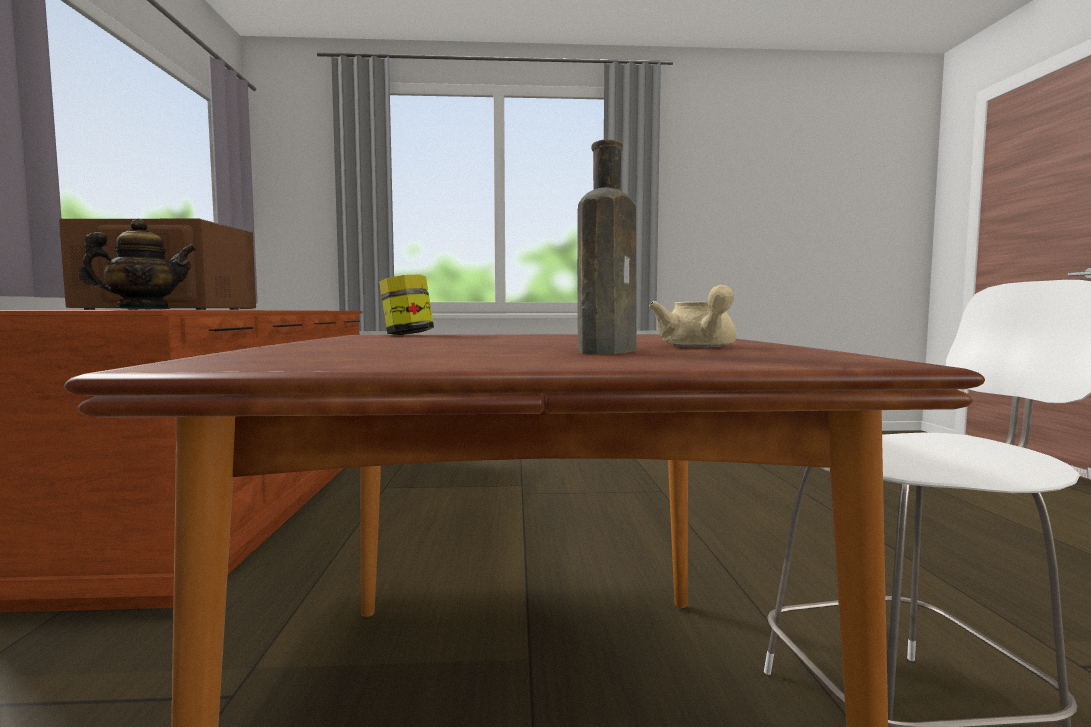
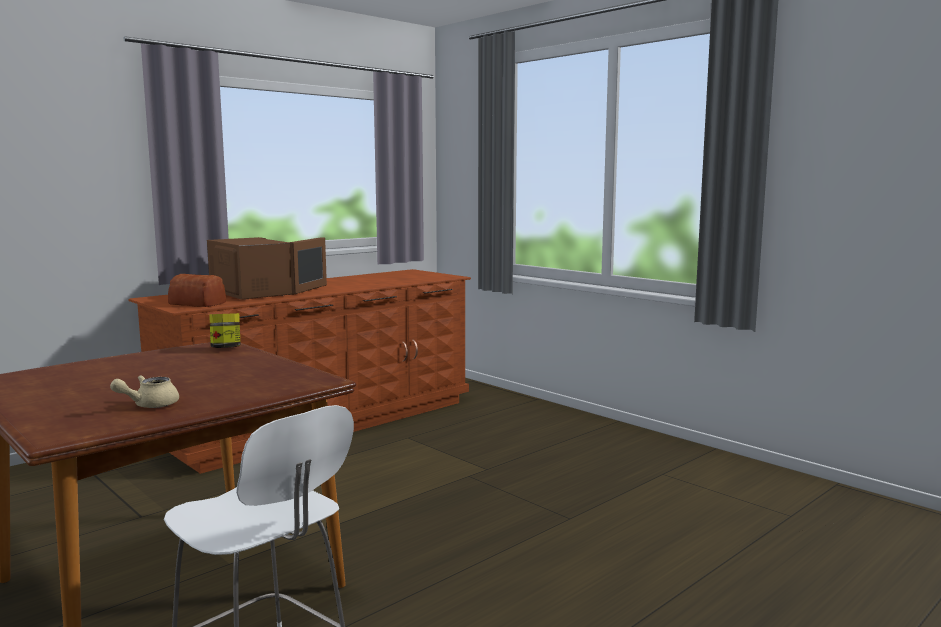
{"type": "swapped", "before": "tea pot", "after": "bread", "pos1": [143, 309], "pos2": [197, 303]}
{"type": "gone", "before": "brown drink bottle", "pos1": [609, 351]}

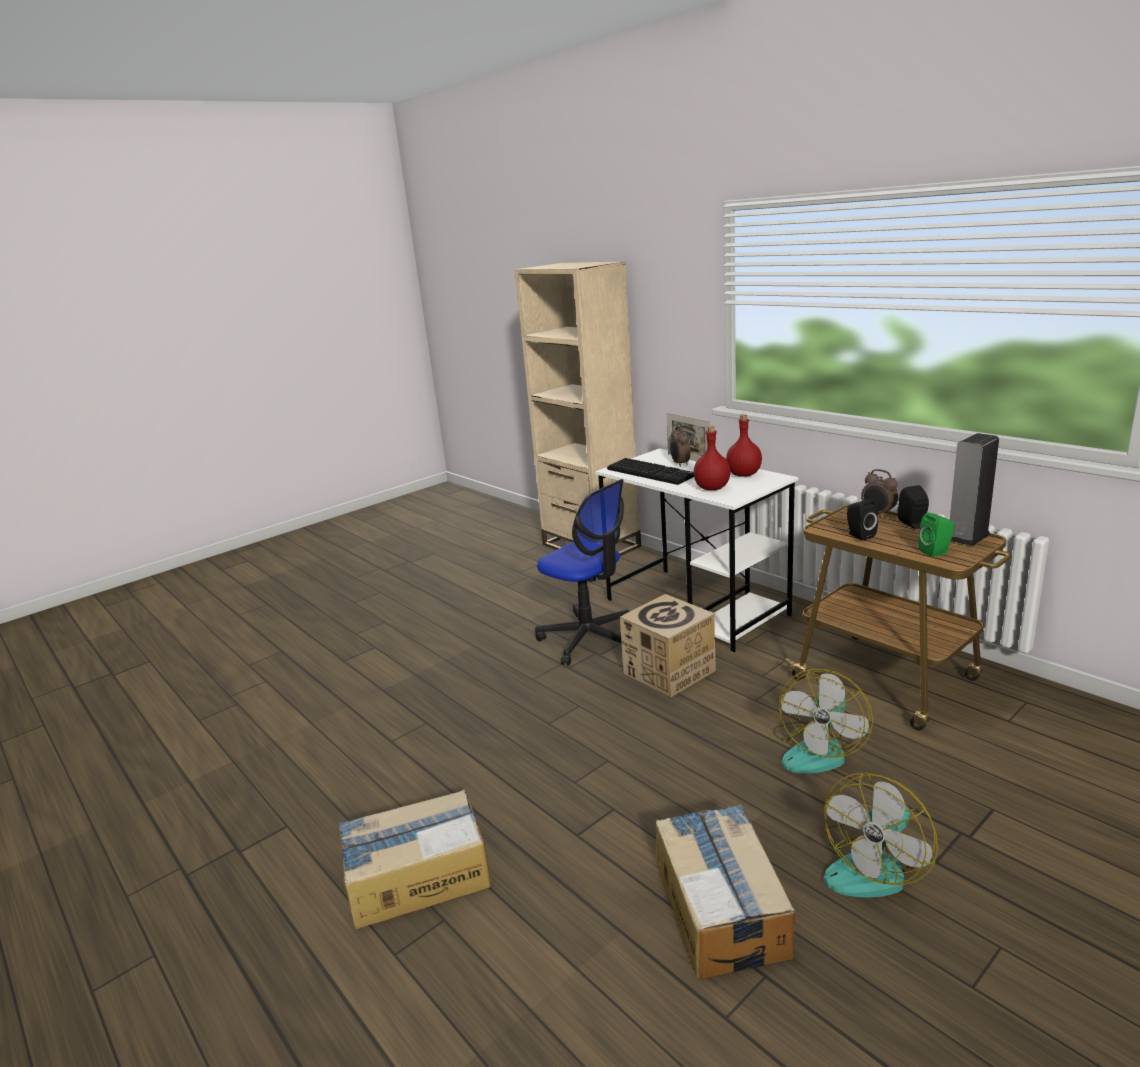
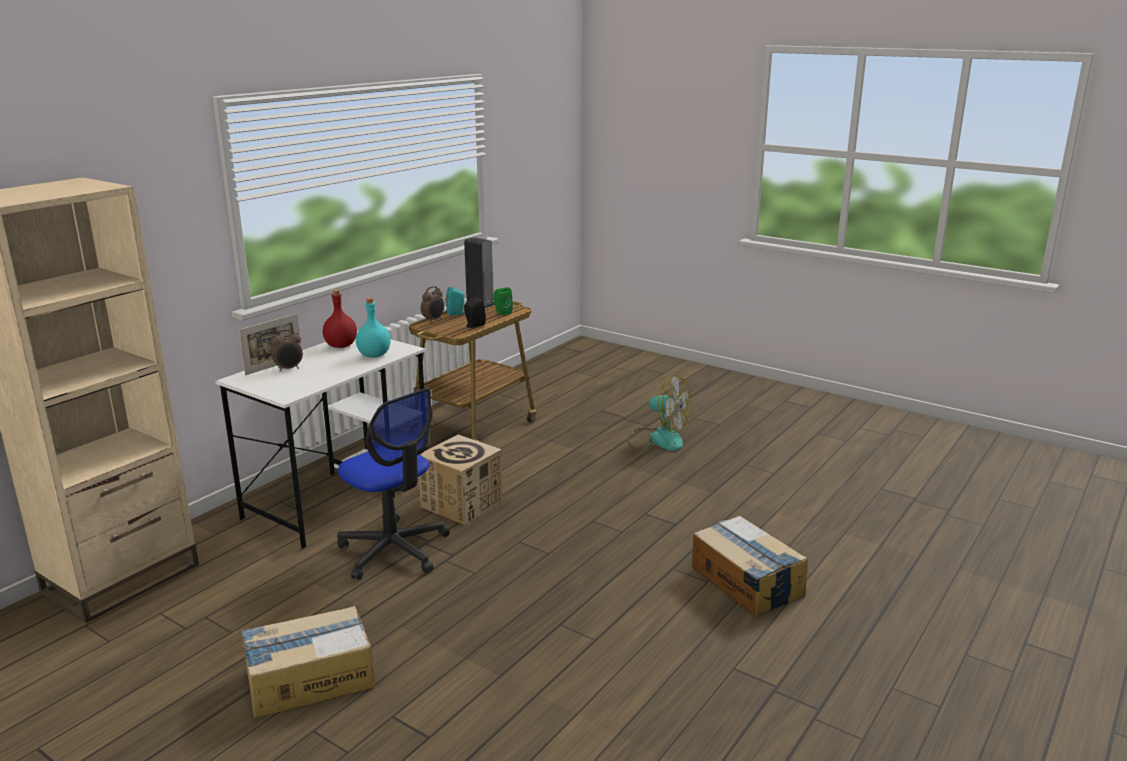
{"type": "shifted", "before": "cardboard box", "pos1": [721, 907], "pos2": [308, 678]}
{"type": "rotated", "before": "office chair", "pos1": [589, 638], "pos2": [394, 550], "turn": 105}
{"type": "repainted", "before": "red drink bottle", "after": "turquoise-coloured drink bottle", "pos1": [712, 488], "pos2": [373, 355]}
{"type": "repainted", "before": "black loudspeaker", "after": "turquoise-coloured loudspeaker", "pos1": [913, 524], "pos2": [456, 313]}
{"type": "gone", "before": "PC keyboard", "pos1": [652, 472]}
{"type": "gone", "before": "electric fan", "pos1": [818, 750]}

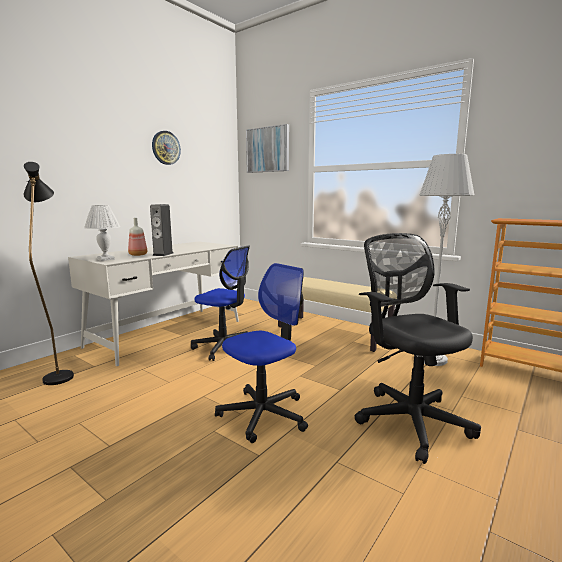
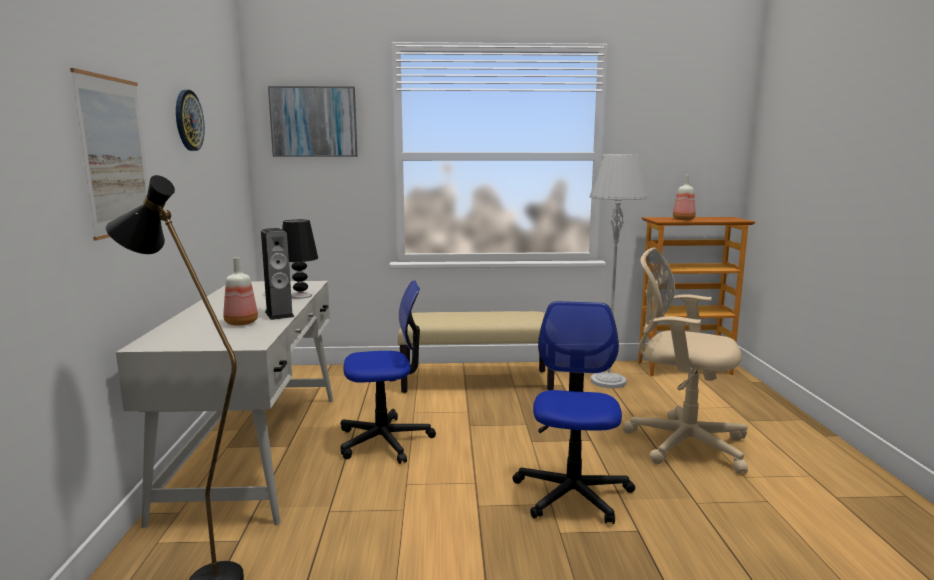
{"type": "new", "after": "wall art", "pos2": [115, 156]}
{"type": "new", "after": "black table lamp", "pos2": [301, 296]}
{"type": "repainted", "before": "black office chair", "after": "beige-coloured office chair", "pos1": [409, 418], "pos2": [681, 443]}
{"type": "new", "after": "drink bottle", "pos2": [683, 219]}
{"type": "gone", "before": "white table lamp", "pos1": [105, 259]}

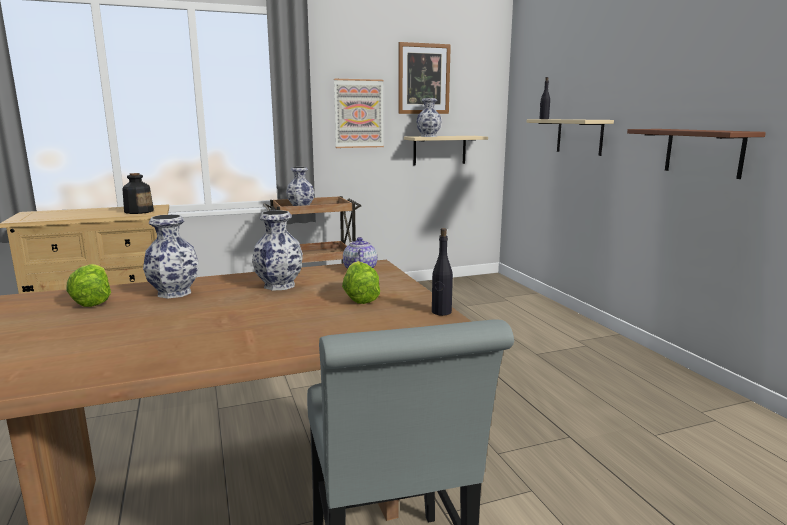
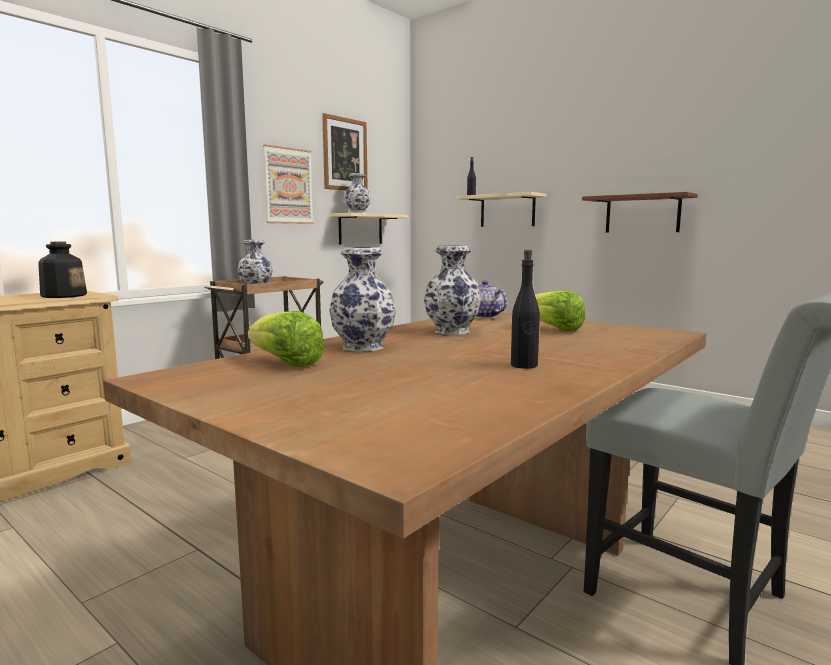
{"type": "shifted", "before": "black drink bottle", "pos1": [441, 312], "pos2": [524, 365]}

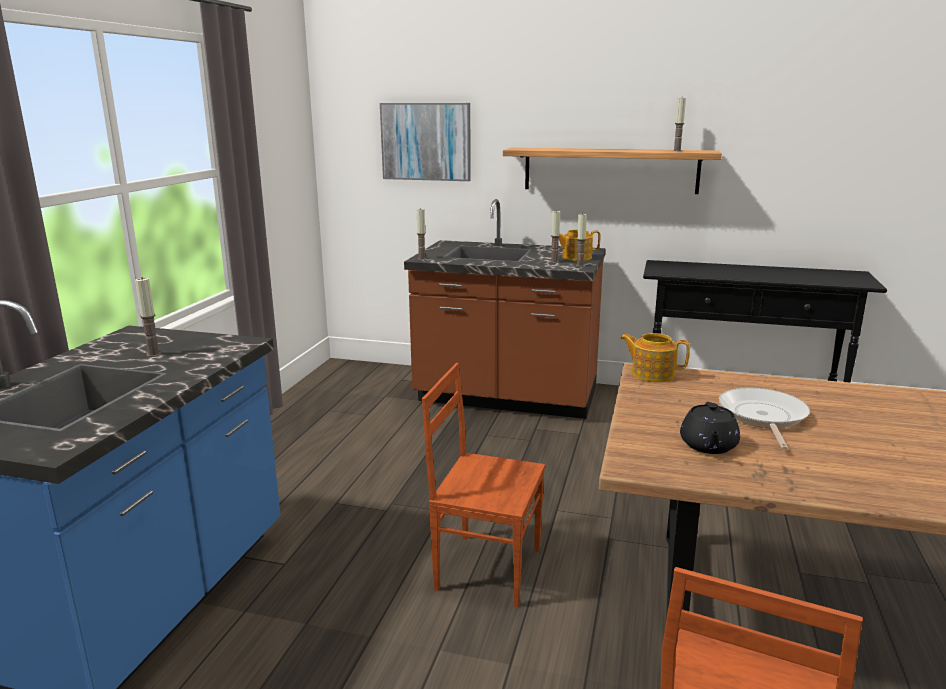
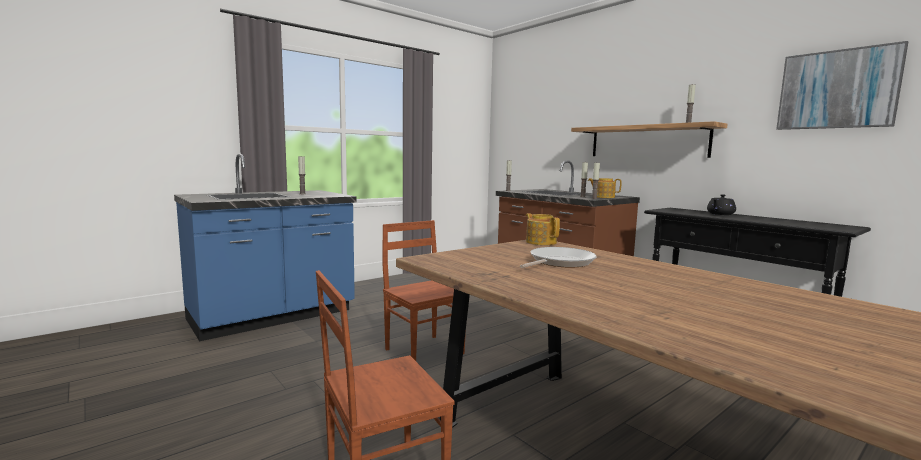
{"type": "shifted", "before": "black tea pot", "pos1": [708, 446], "pos2": [720, 214]}
{"type": "shifted", "before": "wall art", "pos1": [426, 141], "pos2": [837, 89]}

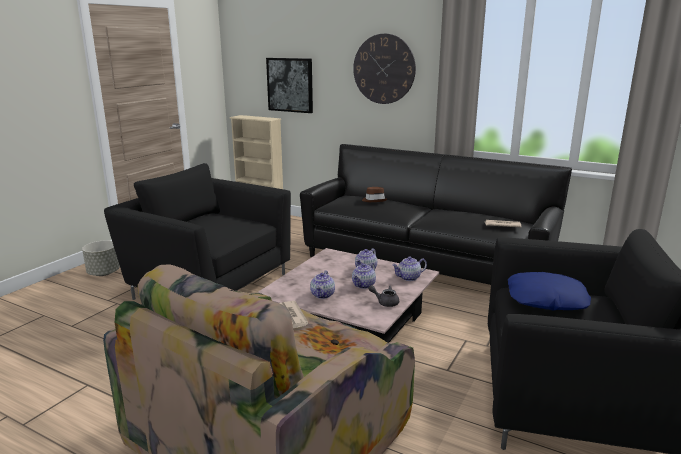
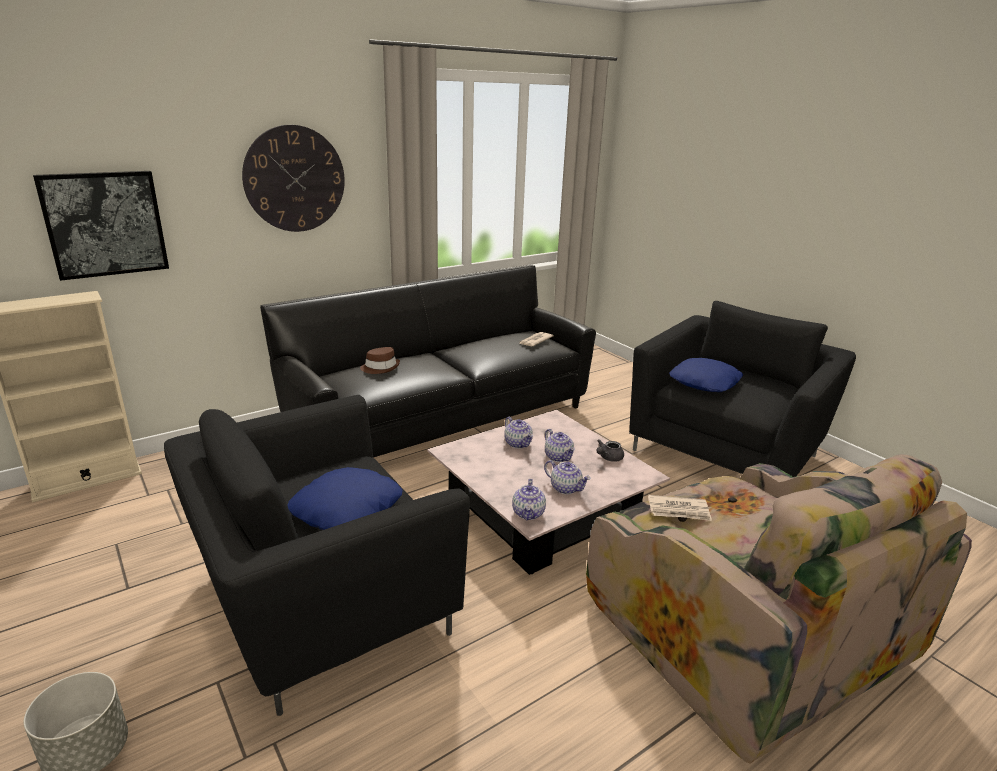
{"type": "new", "after": "blue-coloured cushion", "pos2": [346, 508]}
{"type": "shifted", "before": "tea pot", "pos1": [409, 278], "pos2": [529, 513]}

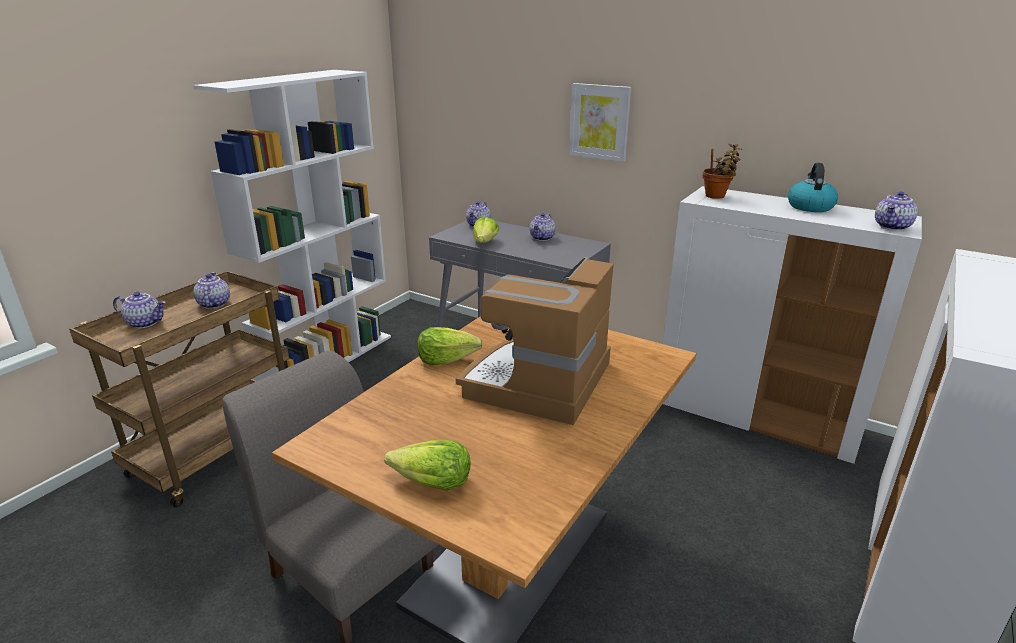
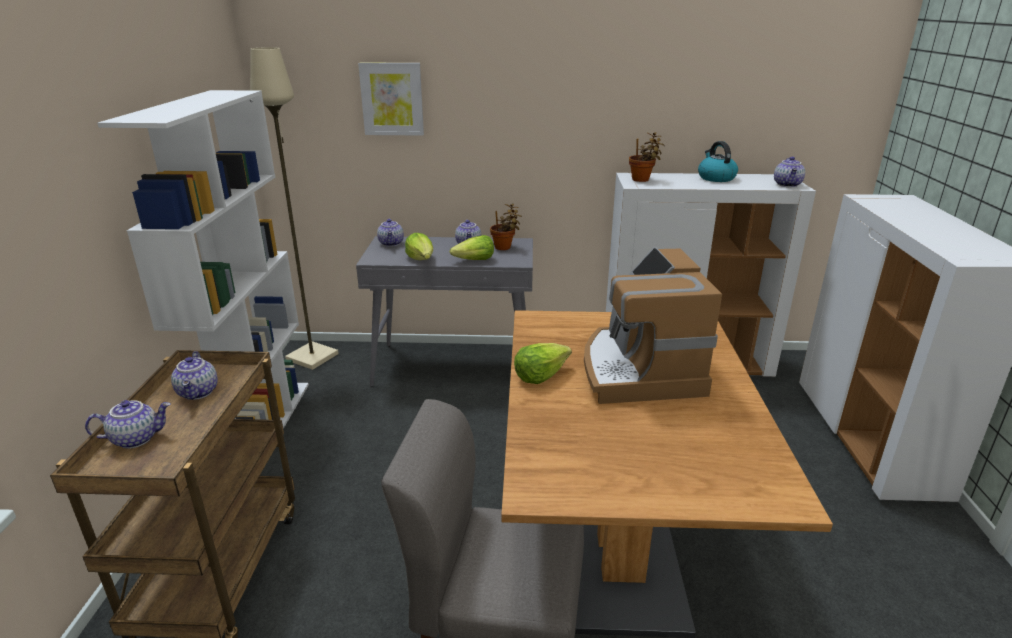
{"type": "rotated", "before": "tea pot", "pos1": [213, 304], "pos2": [199, 392], "turn": -150}
{"type": "new", "after": "beige-coloured standing lamp", "pos2": [313, 357]}
{"type": "shifted", "before": "wall art", "pos1": [599, 122], "pos2": [392, 99]}
{"type": "shifted", "before": "lettuce", "pos1": [432, 483], "pos2": [474, 260]}
{"type": "new", "after": "potted plant", "pos2": [504, 247]}

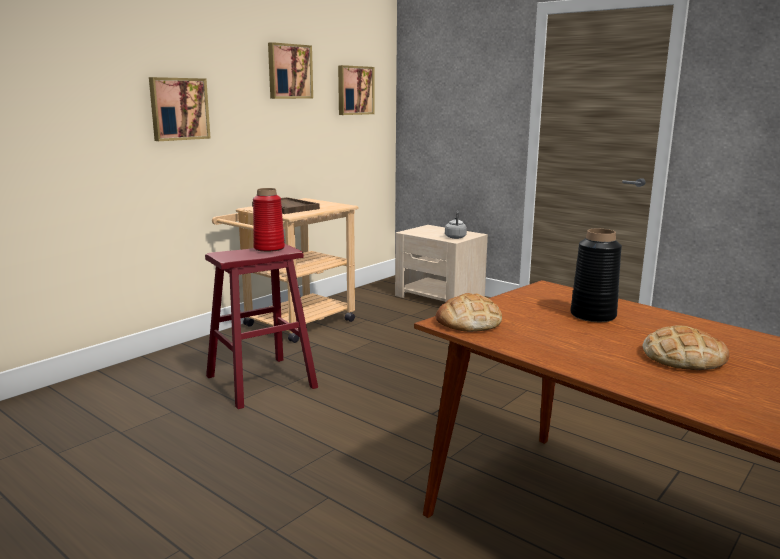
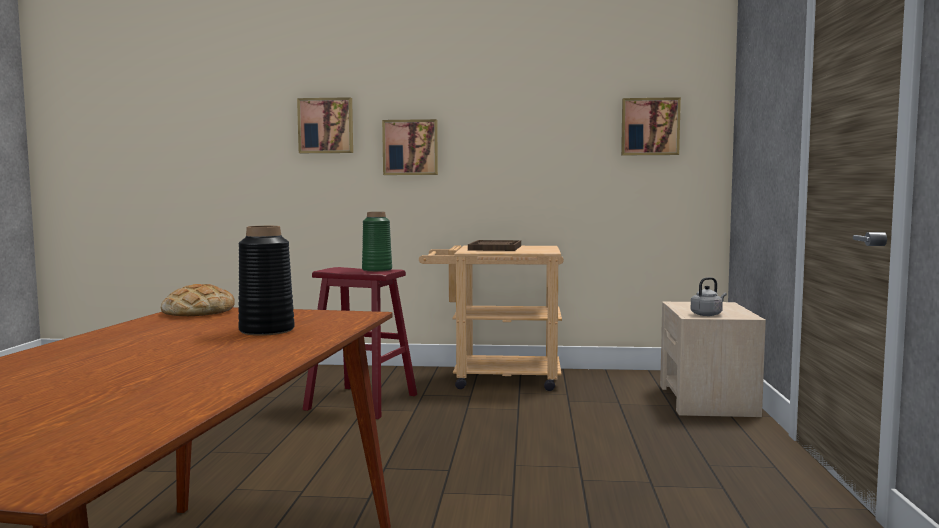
{"type": "shifted", "before": "wall art", "pos1": [289, 71], "pos2": [326, 126]}
{"type": "repainted", "before": "red vase", "after": "green vase", "pos1": [269, 248], "pos2": [377, 270]}
{"type": "gone", "before": "bread", "pos1": [682, 357]}

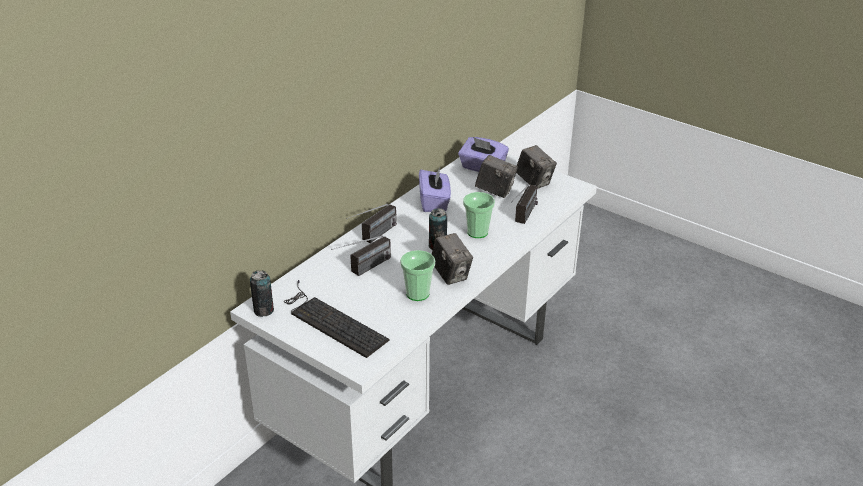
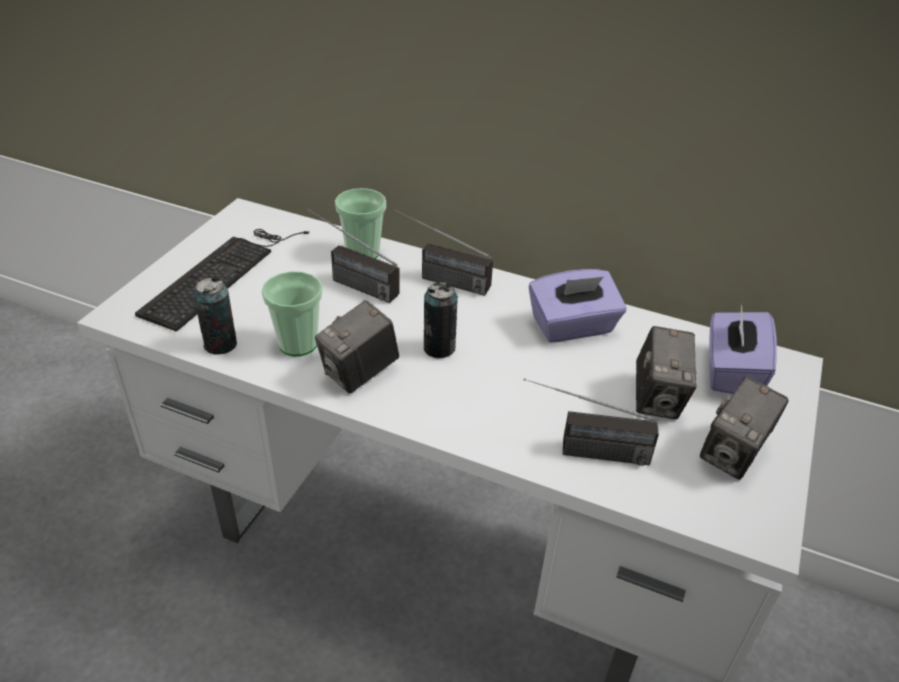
{"type": "shifted", "before": "can", "pos1": [263, 310], "pos2": [220, 344]}
{"type": "shifted", "before": "drinking cup", "pos1": [477, 232], "pos2": [362, 253]}

